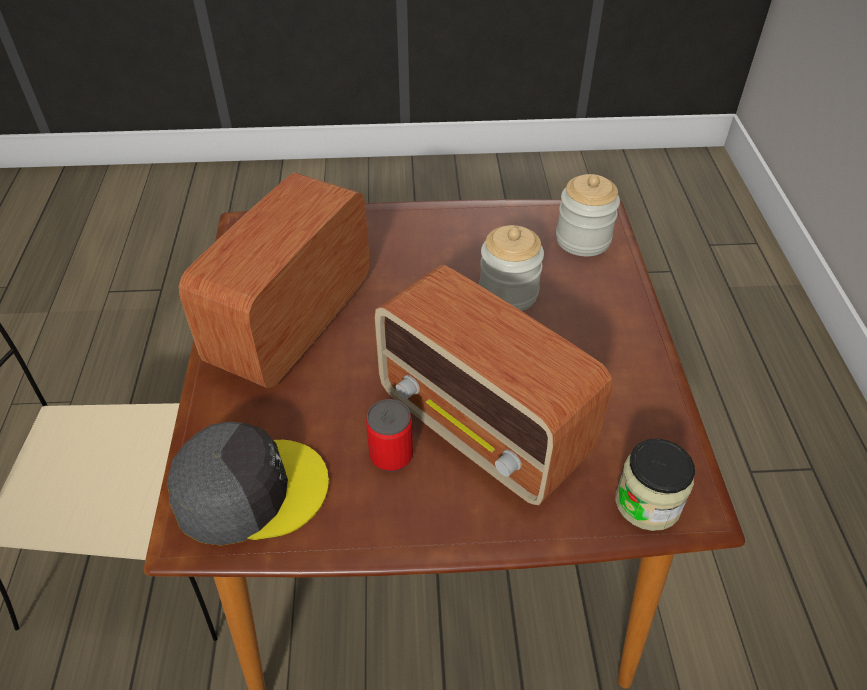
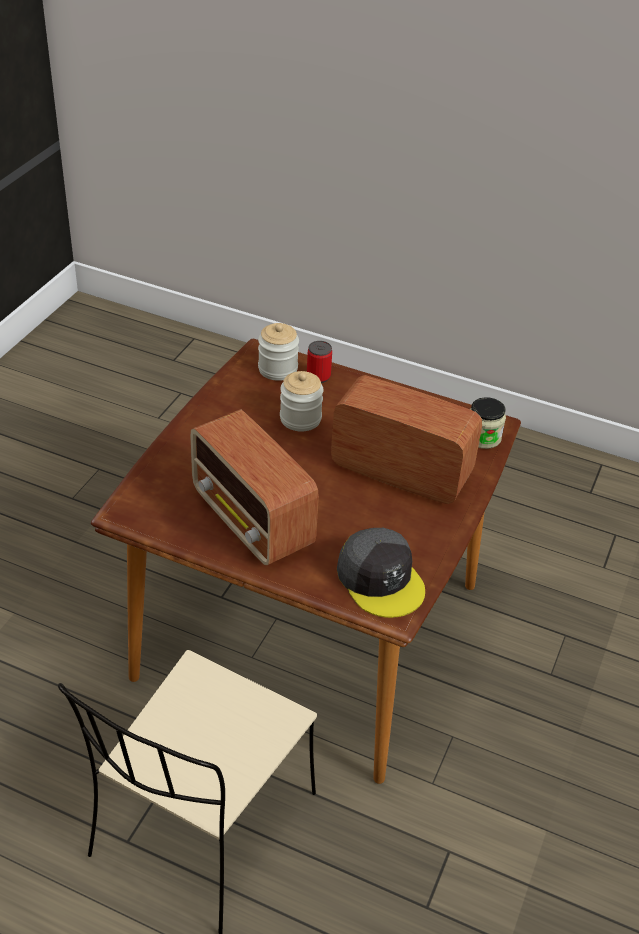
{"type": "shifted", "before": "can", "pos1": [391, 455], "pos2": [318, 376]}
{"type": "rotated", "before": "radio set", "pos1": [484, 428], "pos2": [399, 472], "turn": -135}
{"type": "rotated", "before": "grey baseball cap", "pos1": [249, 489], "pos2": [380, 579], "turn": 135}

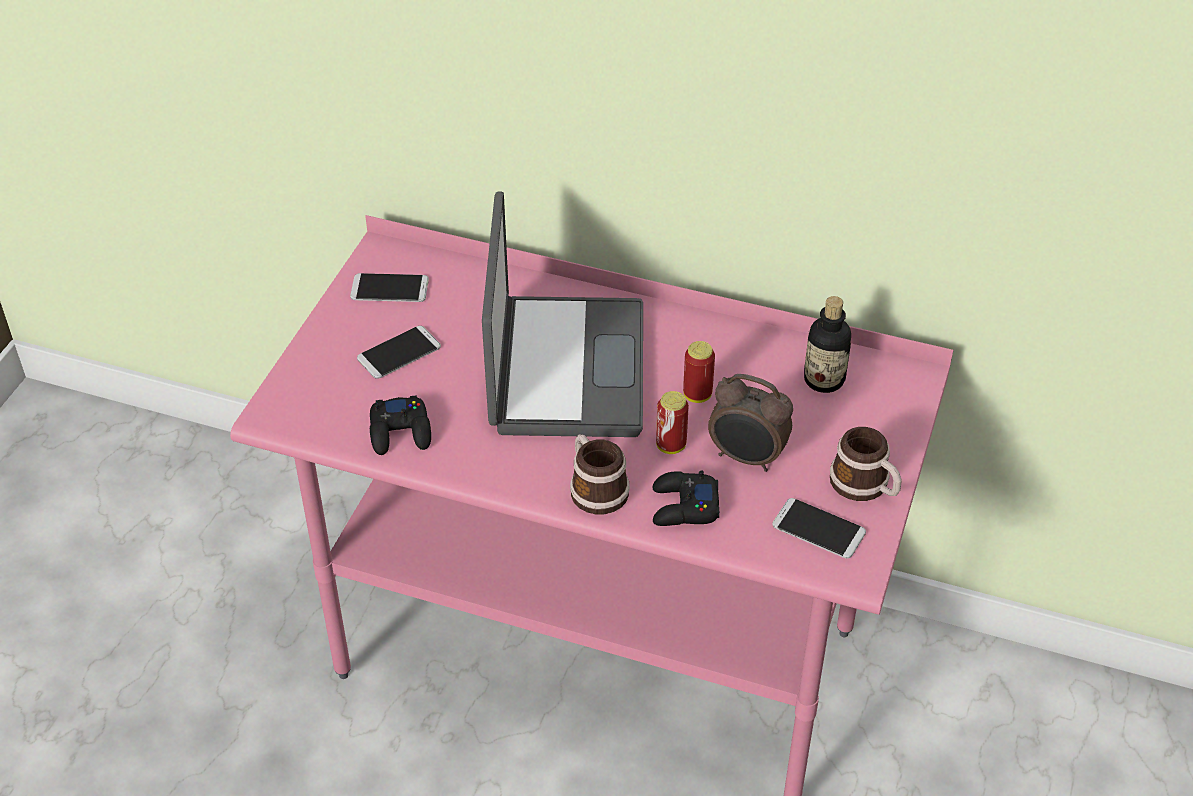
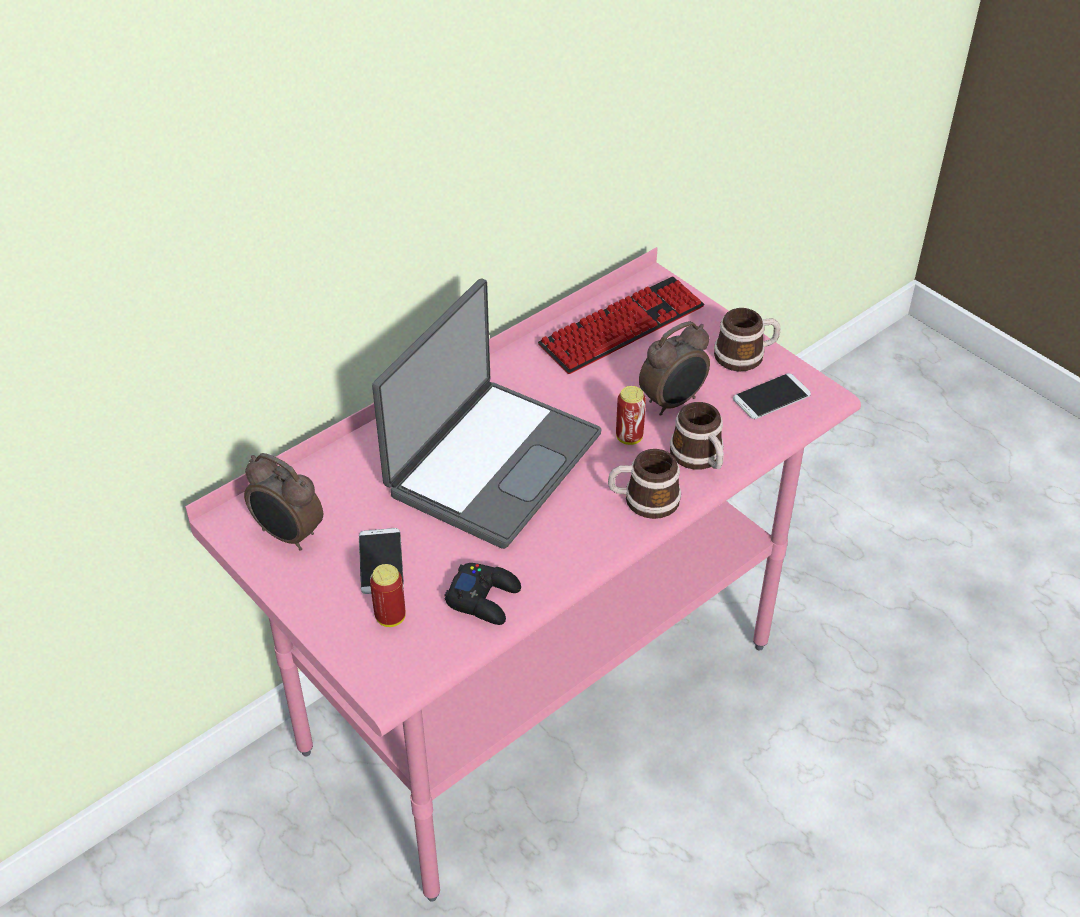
{"type": "swapped", "before": "phone", "after": "table clock", "pos1": [389, 289], "pos2": [288, 535]}
{"type": "shifted", "before": "can", "pos1": [697, 395], "pos2": [390, 617]}
{"type": "rotated", "before": "notebook computer", "pos1": [564, 368], "pos2": [491, 463], "turn": 90}
{"type": "swapped", "before": "drink bottle", "after": "PC keyboard", "pos1": [824, 380], "pos2": [622, 327]}
{"type": "swapped", "before": "black gamepad", "after": "tea mug", "pos1": [684, 507], "pos2": [700, 458]}

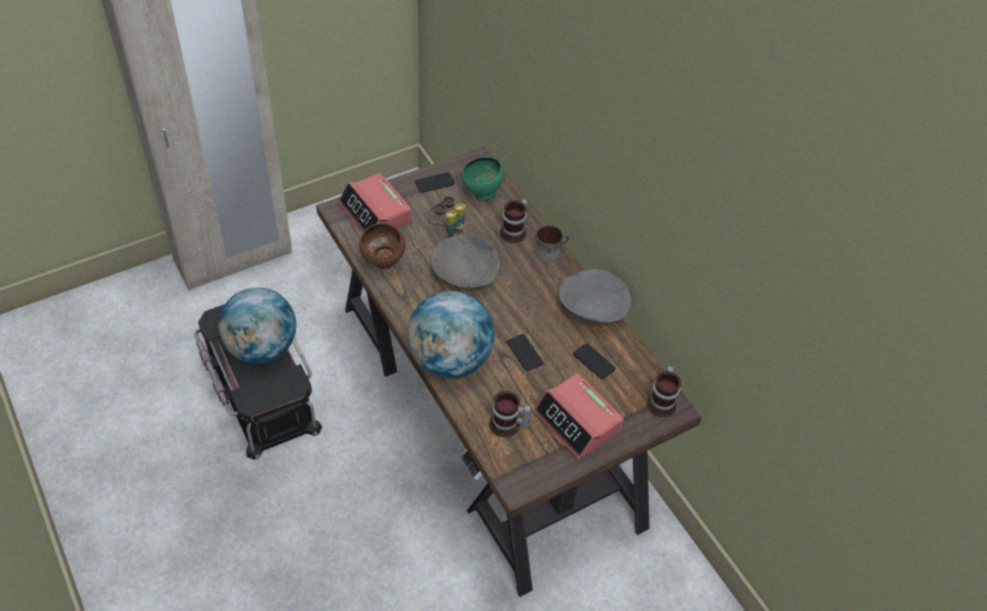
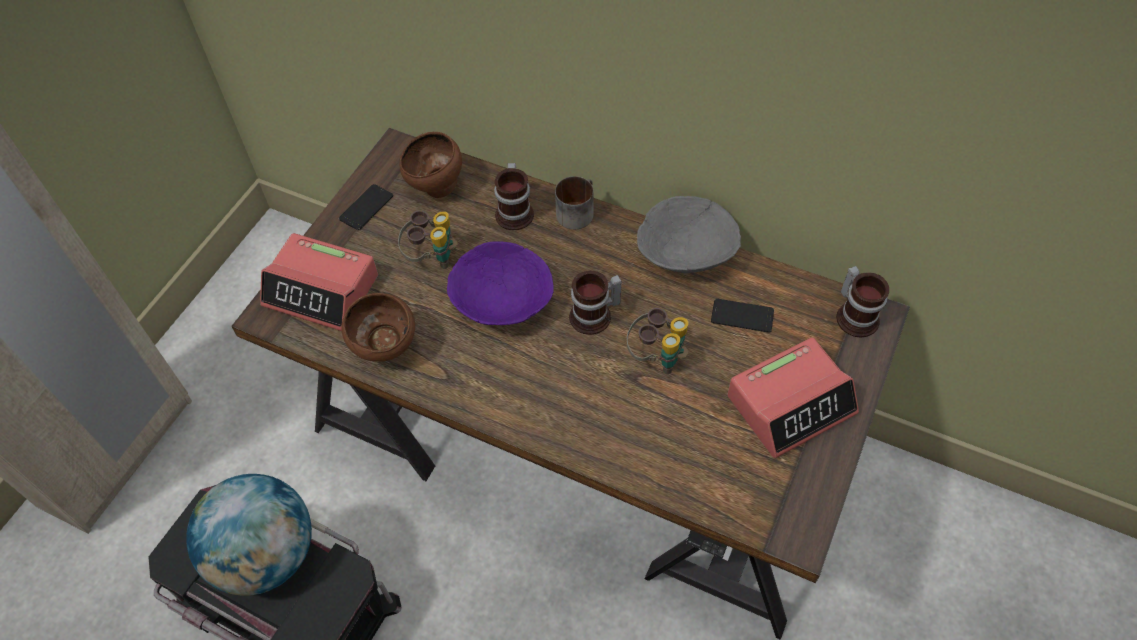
{"type": "repainted", "before": "green serving bowl", "after": "brown serving bowl", "pos1": [482, 194], "pos2": [436, 188]}
{"type": "repainted", "before": "grey serving bowl", "after": "purple serving bowl", "pos1": [465, 275], "pos2": [503, 302]}
{"type": "shifted", "before": "tea mug", "pos1": [507, 426], "pos2": [595, 317]}
{"type": "swapped", "before": "phone", "after": "pair of binoculars", "pos1": [524, 353], "pos2": [657, 356]}
{"type": "rotated", "before": "table clock", "pos1": [577, 422], "pos2": [791, 404], "turn": -45}
{"type": "gone", "before": "world globe", "pos1": [449, 360]}

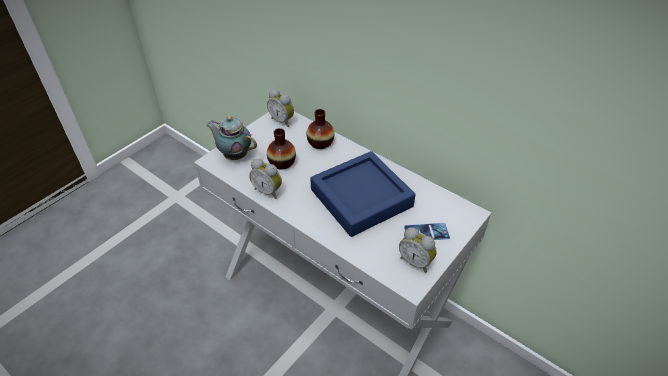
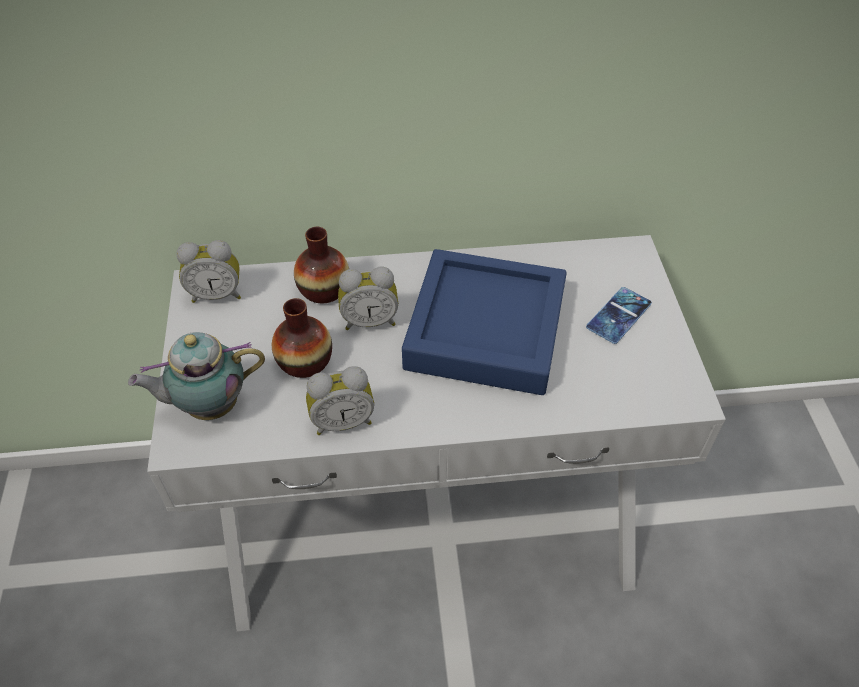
{"type": "shifted", "before": "table clock", "pos1": [416, 261], "pos2": [369, 320]}

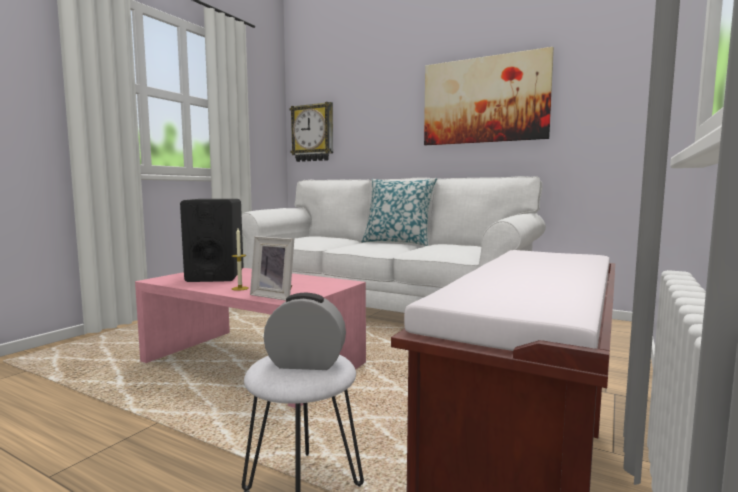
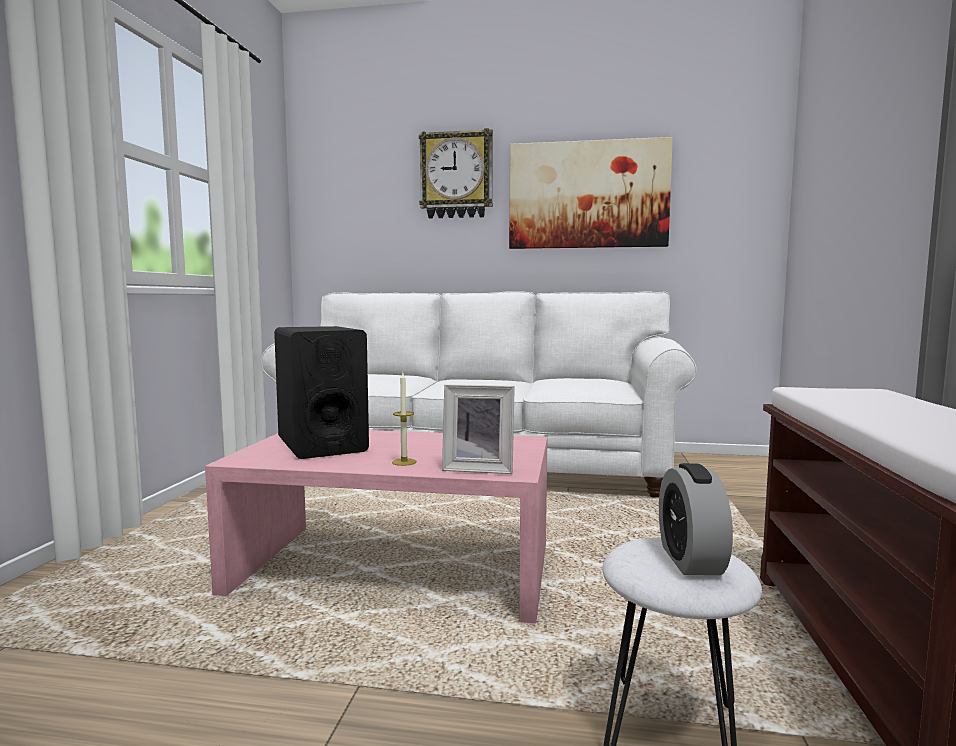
{"type": "shifted", "before": "clock on the wall", "pos1": [313, 133], "pos2": [456, 175]}
{"type": "rotated", "before": "table clock", "pos1": [306, 364], "pos2": [690, 560], "turn": -75}
{"type": "gone", "before": "cushion", "pos1": [398, 242]}

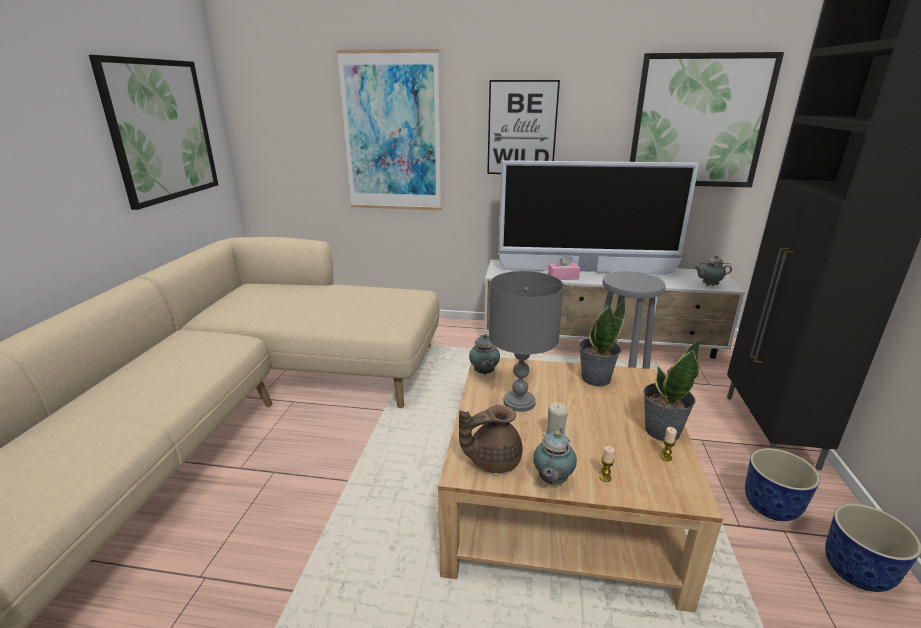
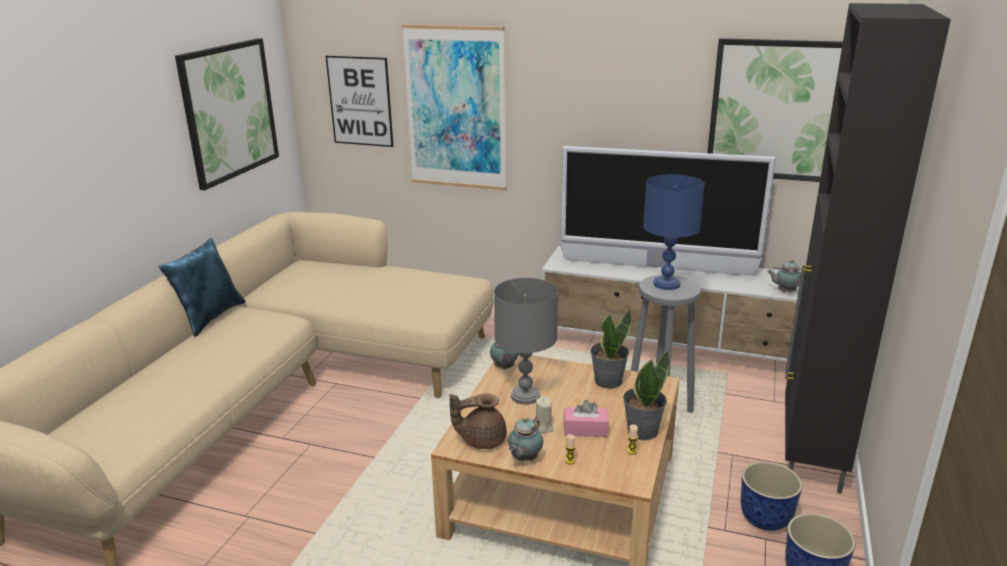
{"type": "new", "after": "blue-coloured cushion", "pos2": [210, 317]}
{"type": "shifted", "before": "wall art", "pos1": [522, 128], "pos2": [360, 101]}
{"type": "shifted", "before": "pink-coloured box of tissues", "pos1": [563, 277], "pos2": [585, 429]}
{"type": "new", "after": "blue-coloured table lamp", "pos2": [666, 284]}

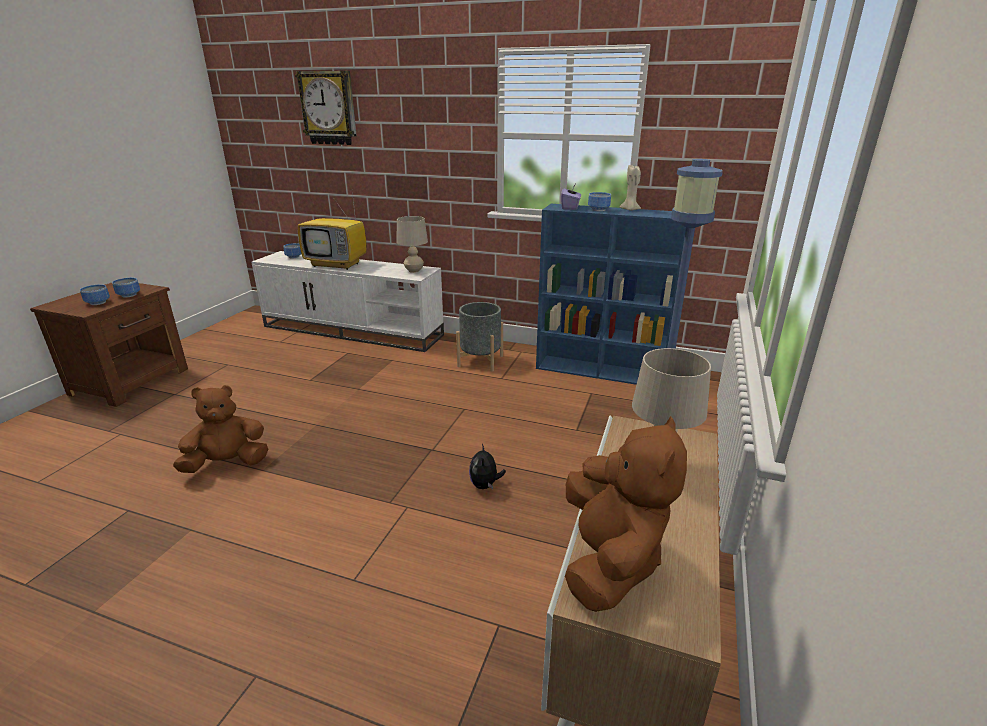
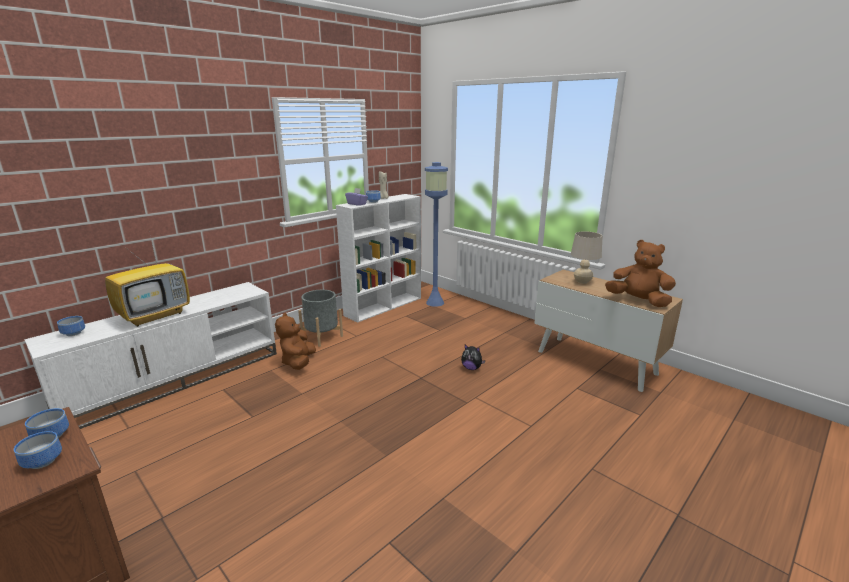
{"type": "shifted", "before": "brown plush toy", "pos1": [227, 463], "pos2": [298, 362]}
{"type": "repainted", "before": "blue-coloured bookshelf", "after": "white bookshelf", "pos1": [601, 371], "pos2": [384, 306]}
{"type": "gone", "before": "clock on the wall", "pos1": [329, 108]}
{"type": "gone", "before": "beige-coloured table lamp", "pos1": [414, 271]}

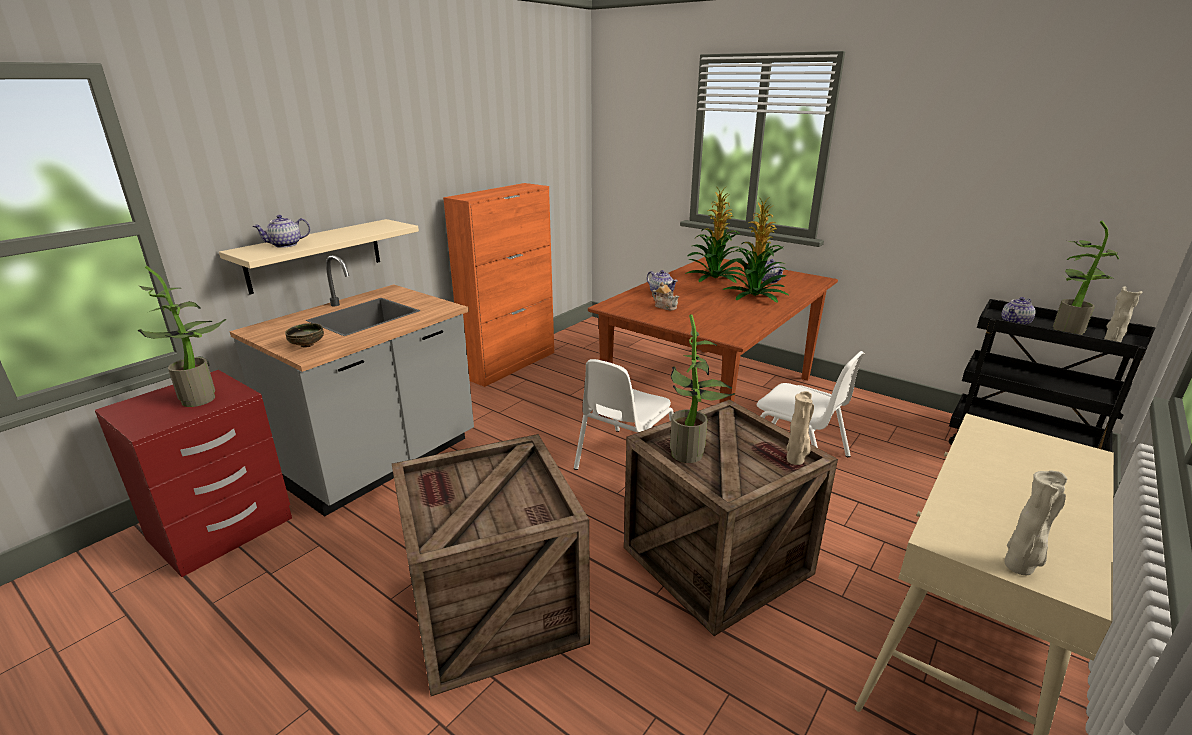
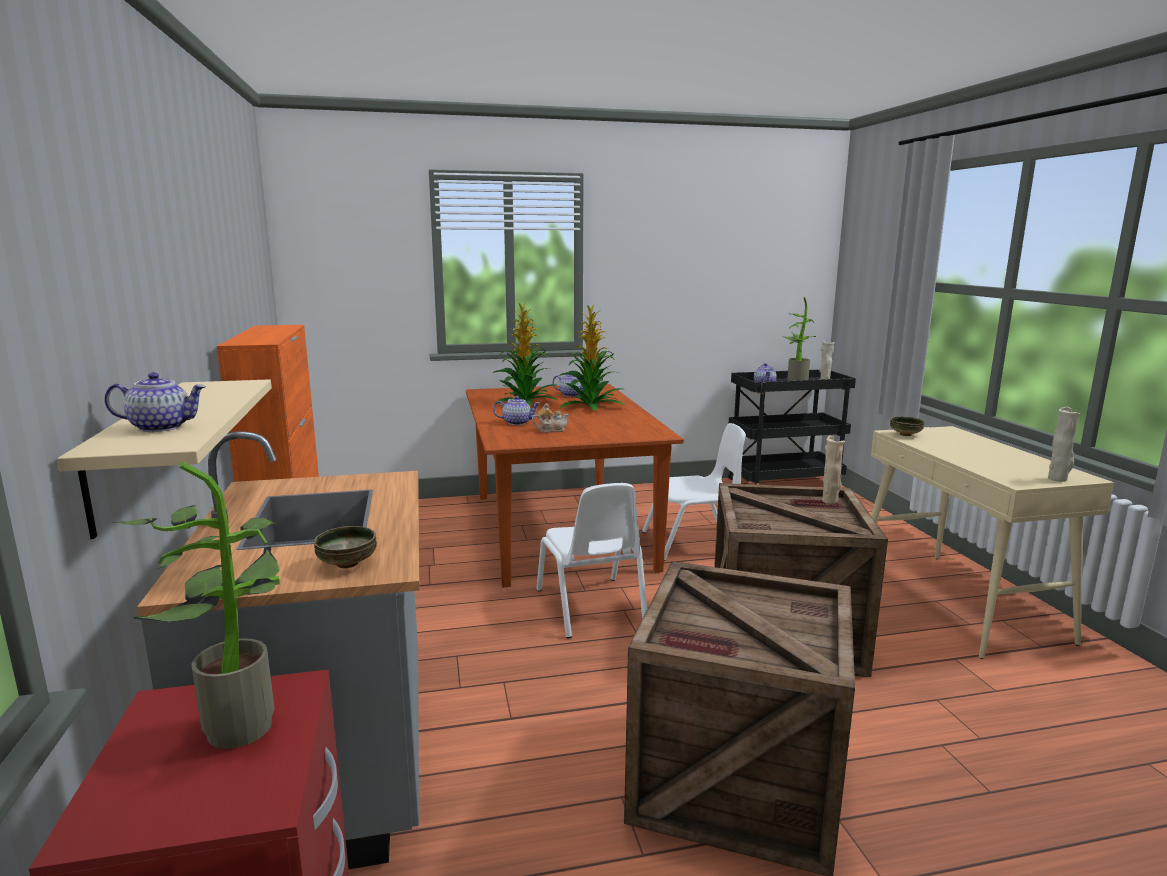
{"type": "rotated", "before": "tea pot", "pos1": [285, 245], "pos2": [162, 427], "turn": -105}
{"type": "new", "after": "serving bowl", "pos2": [905, 435]}
{"type": "gone", "before": "potted plant", "pos1": [692, 454]}

